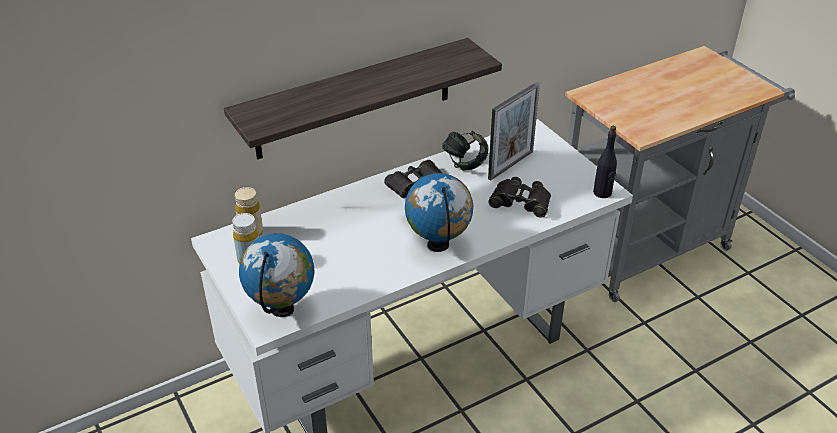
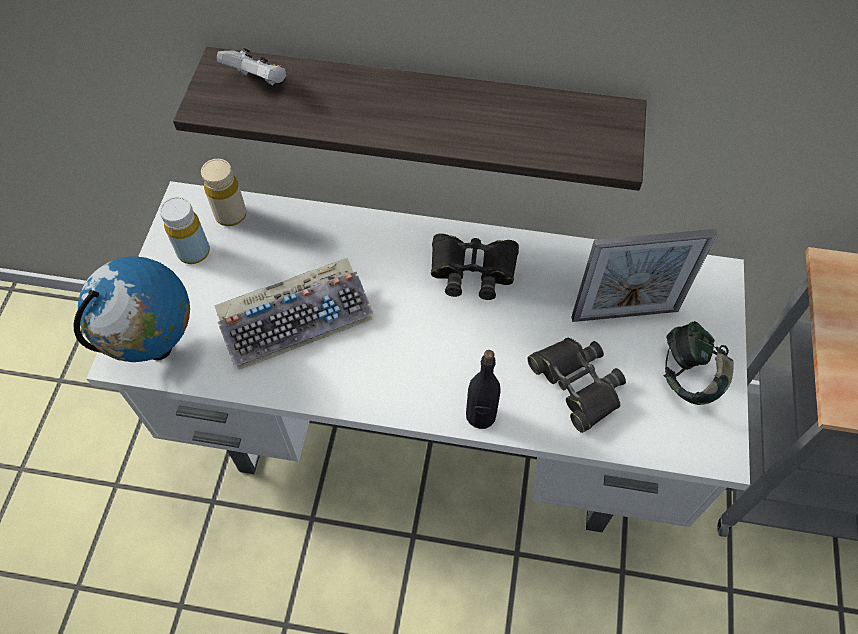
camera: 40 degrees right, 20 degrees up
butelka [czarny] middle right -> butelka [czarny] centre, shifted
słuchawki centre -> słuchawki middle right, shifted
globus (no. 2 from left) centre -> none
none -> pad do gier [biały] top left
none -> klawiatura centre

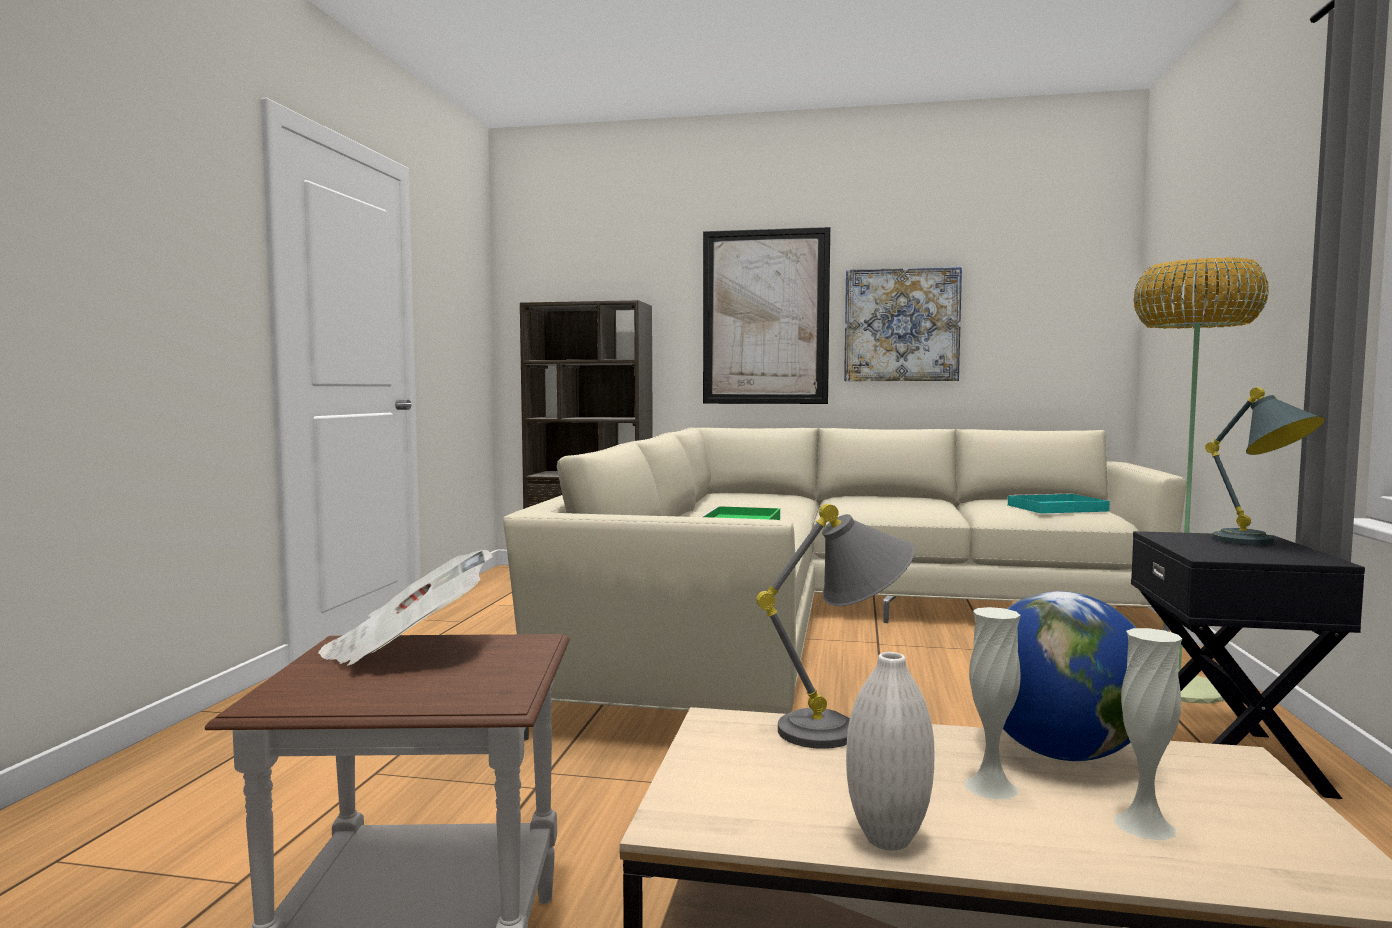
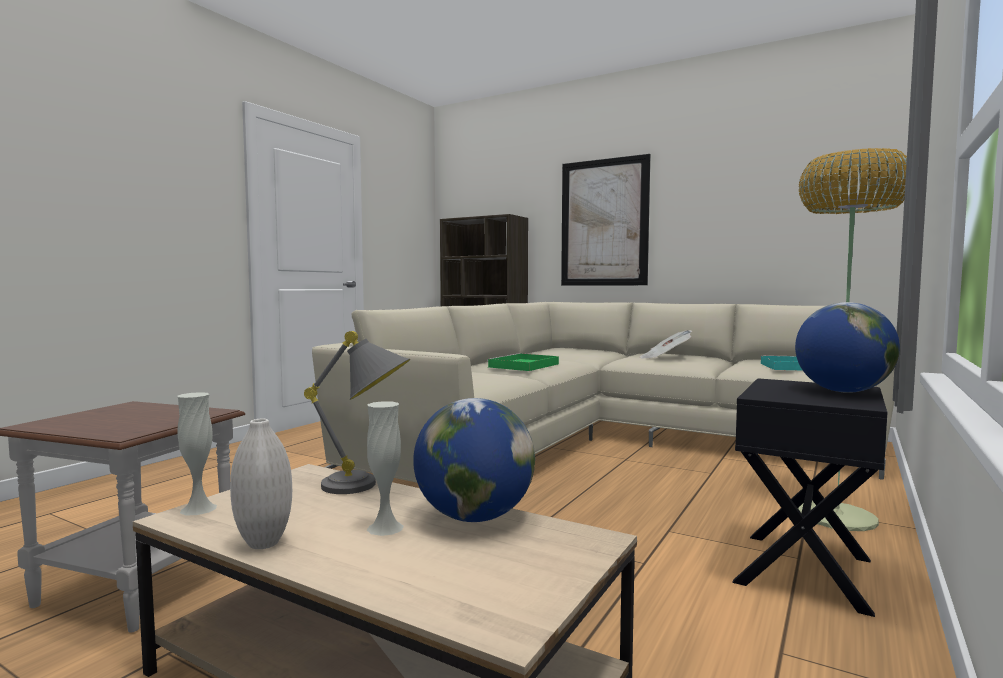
camera: 20 degrees right, 0 degrees up
obraz (no. 2 from left) centre -> none
lampa stołowa [szary] (no. 2 from left) middle right -> globus (no. 2 from left) middle right
gazeta middle left -> gazeta centre, shifted
wazon [biały] (no. 3 from left in the first image) bottom right -> wazon [biały] (no. 1 from left) bottom left, shifted

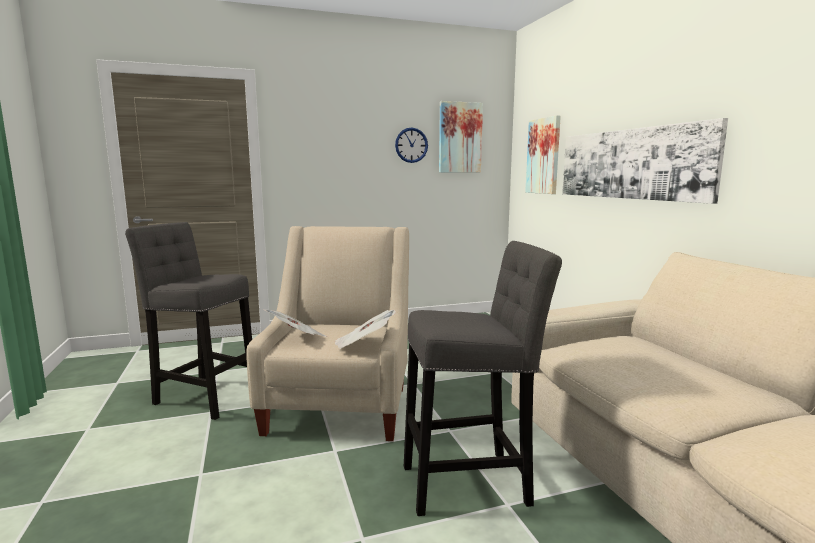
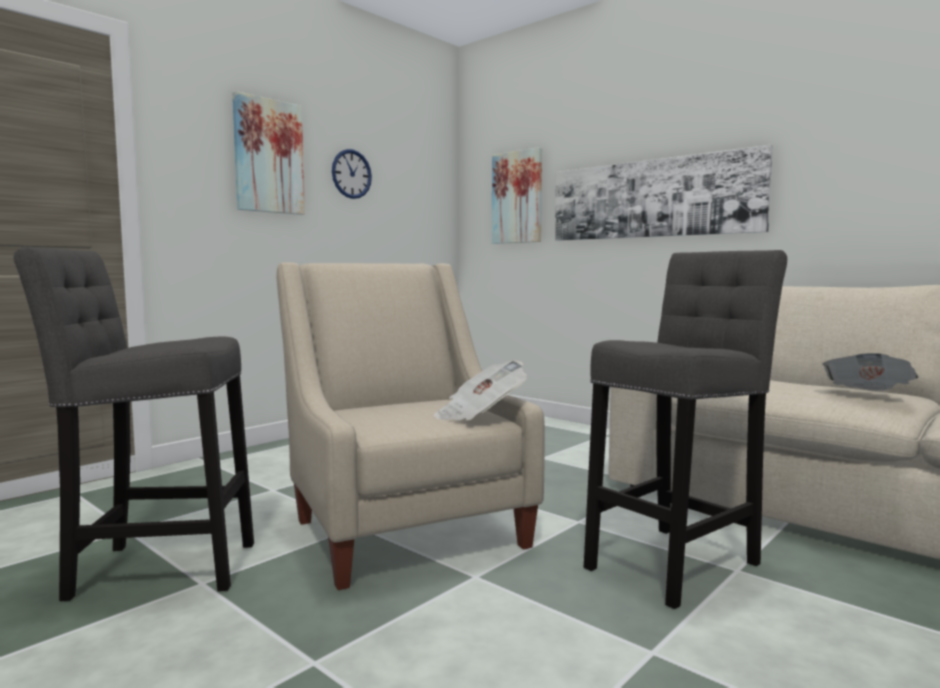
camera: 30 degrees left, 5 degrees down
obraz (no. 1 from left) top centre -> obraz (no. 1 from left) top left, shifted
gazeta (no. 1 from left in the first image) centre -> gazeta (no. 2 from left) middle right, shifted

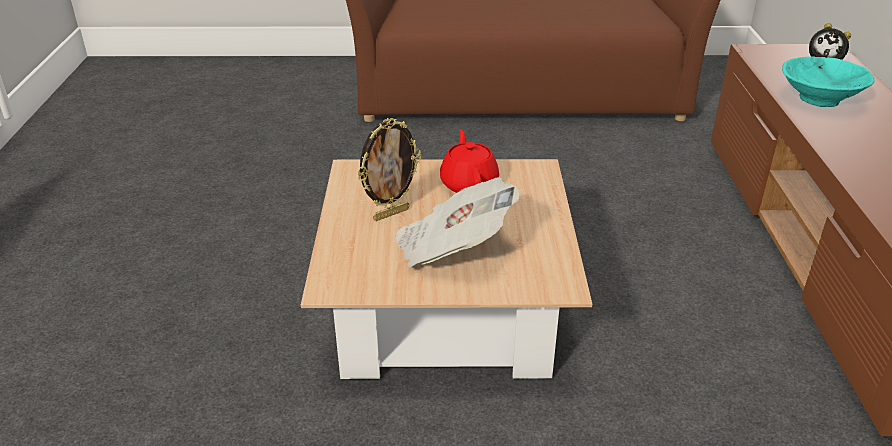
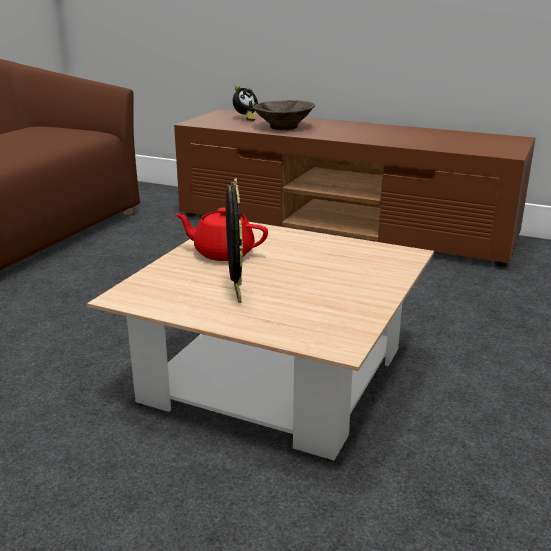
camera: 65 degrees left, 10 degrees down
miska [turkusowy] top right -> miska [brązowy] top centre
gazeta centre -> none

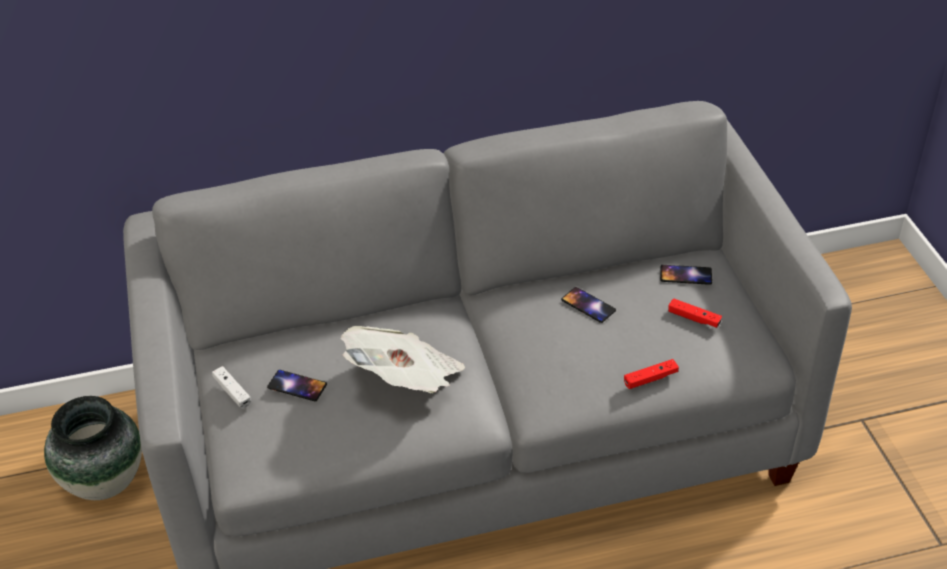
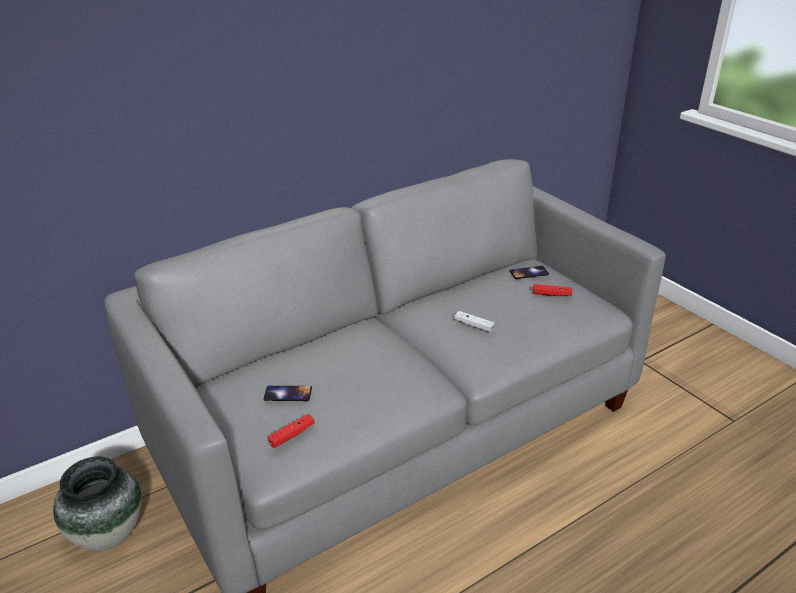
camera: 20 degrees left, 10 degrees down
telefon (no. 2 from left) centre -> none
gazeta centre -> none
pad do gier [czerwony] (no. 1 from left) middle right -> pad do gier [czerwony] (no. 1 from left) bottom centre, shifted
pad do gier [biały] bottom left -> pad do gier [biały] centre, shifted

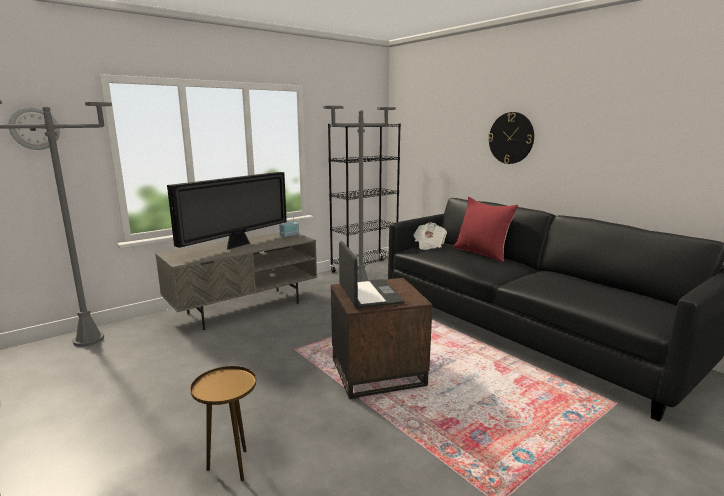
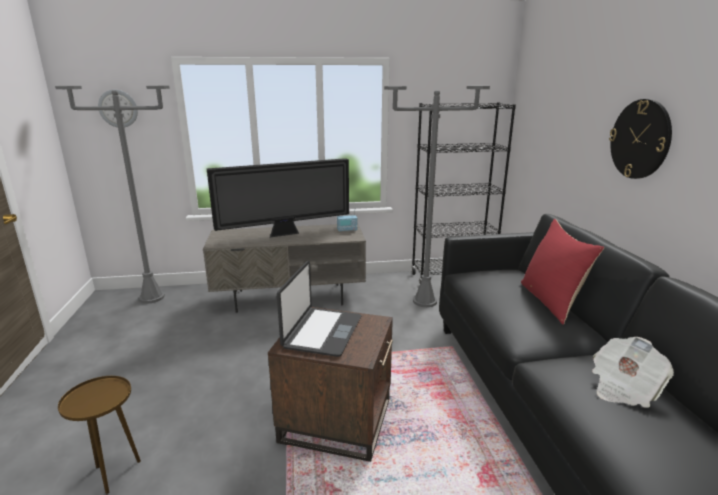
camera: 30 degrees right, 5 degrees up
gazeta centre -> gazeta bottom right, shifted

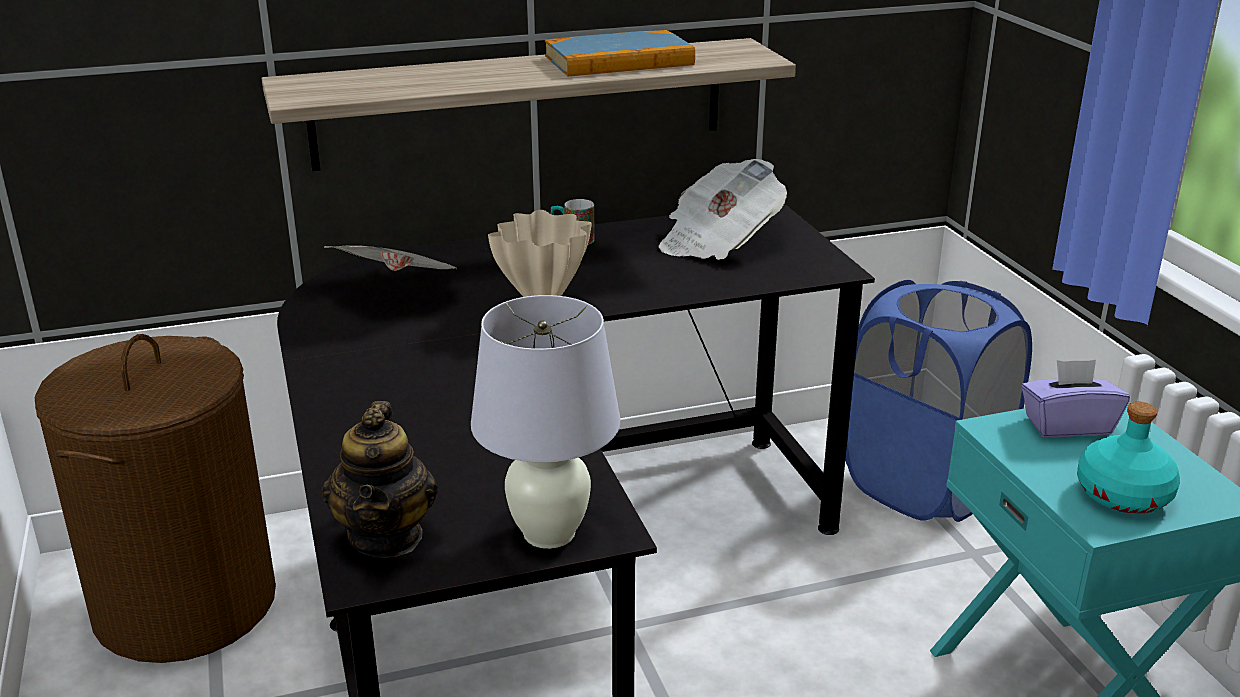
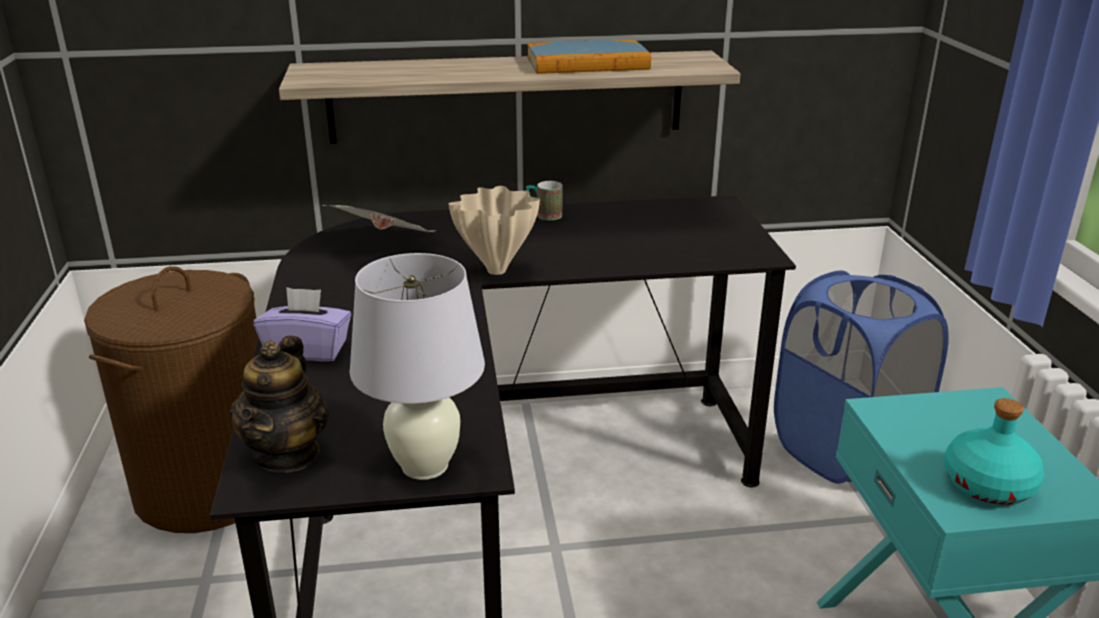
camera: 10 degrees right, 0 degrees up
gazeta (no. 2 from left) top centre -> none
pudełko chusteczek [fioletowy] middle right -> pudełko chusteczek [fioletowy] middle left, shifted

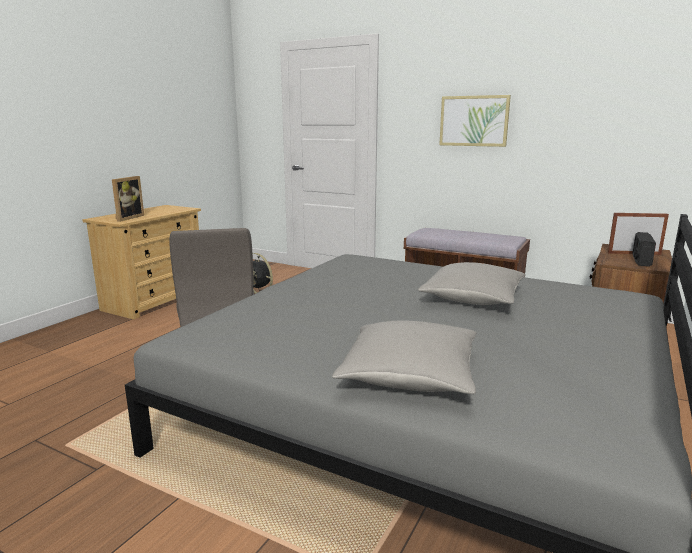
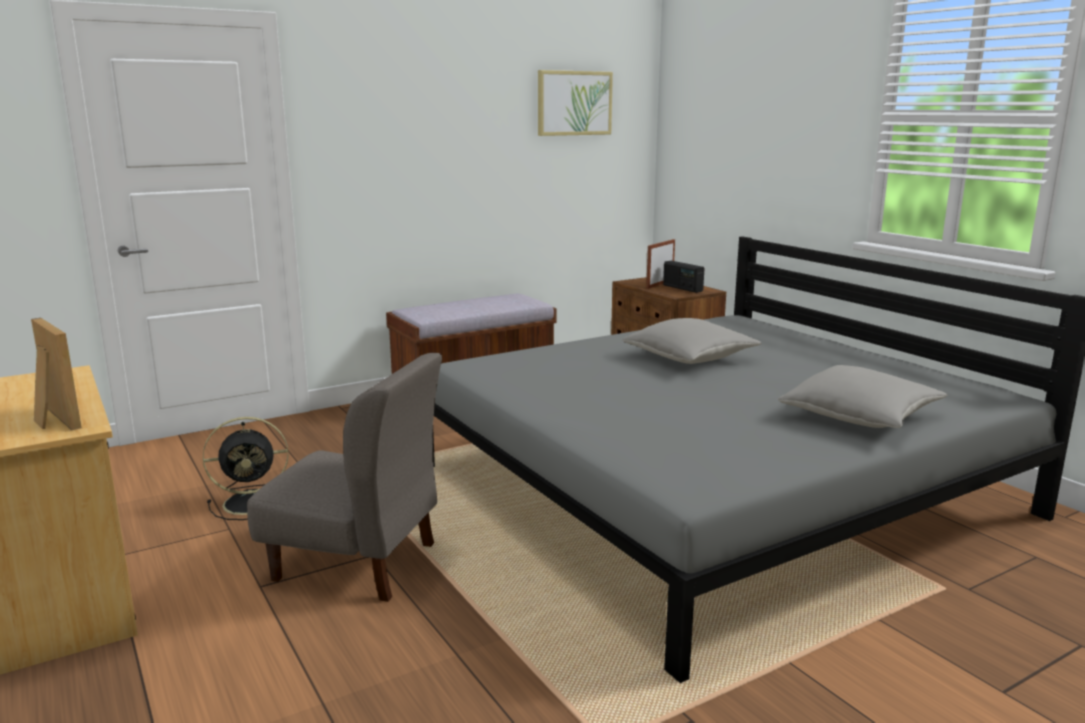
camera: 60 degrees left, 0 degrees up
obraz top right -> obraz top centre, shifted

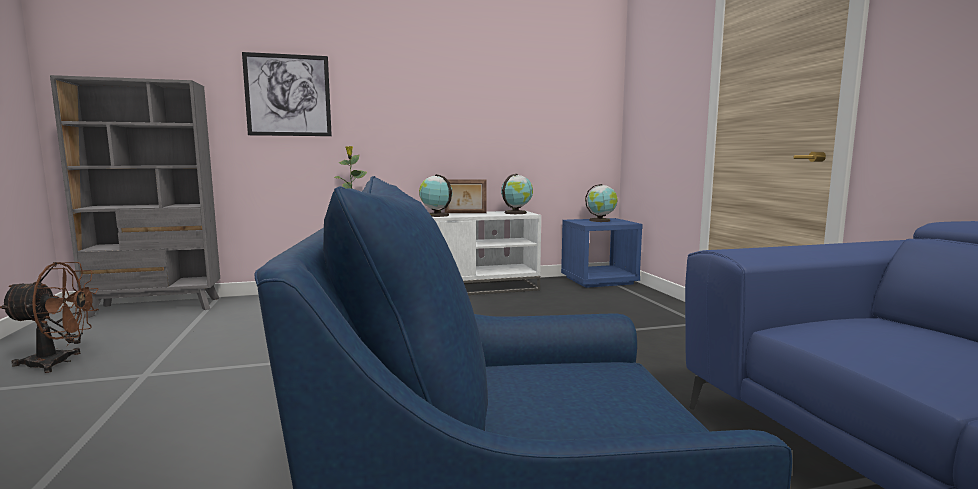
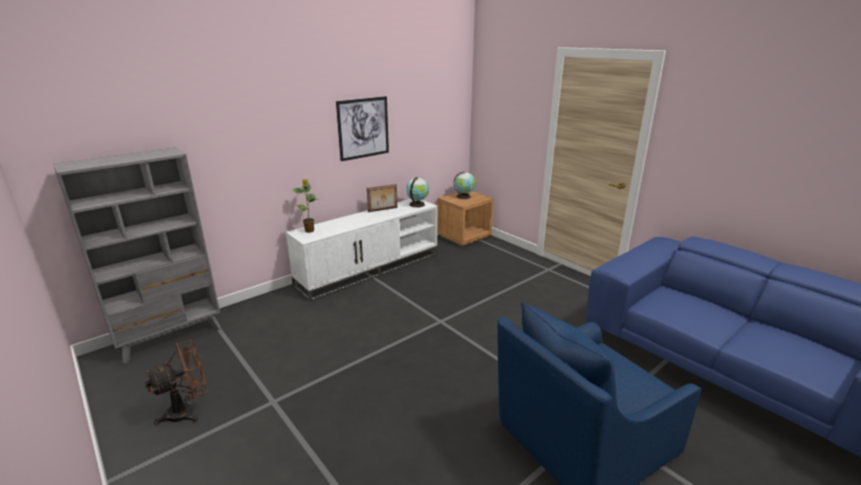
camera: 25 degrees left, 15 degrees up
obraz top left -> obraz top centre, shifted
globus (no. 1 from left) centre -> none
szafka nocna [niebieski] centre -> szafka nocna [brązowy] centre

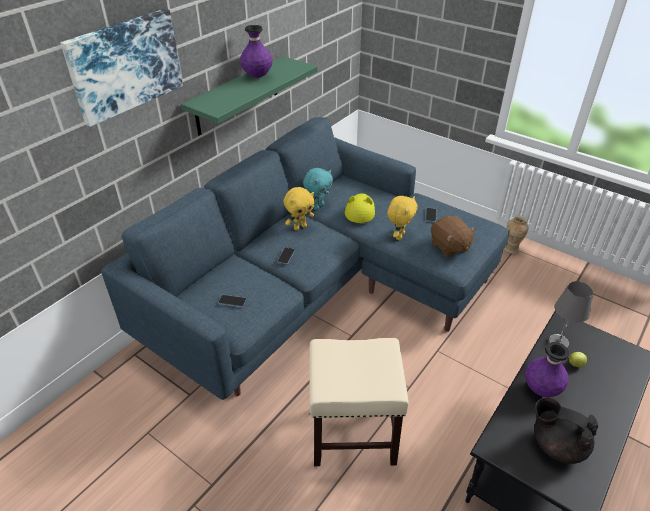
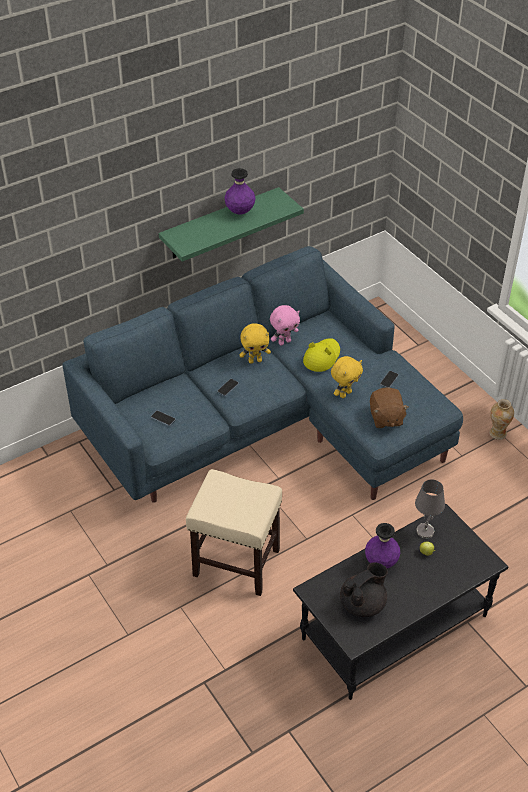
camera: 20 degrees right, 5 degrees up
obraz top left -> none
pluszak [turkusowy] centre -> pluszak [różowy] centre
imbryk [czarny] bottom right, 90 degrees clockwise

